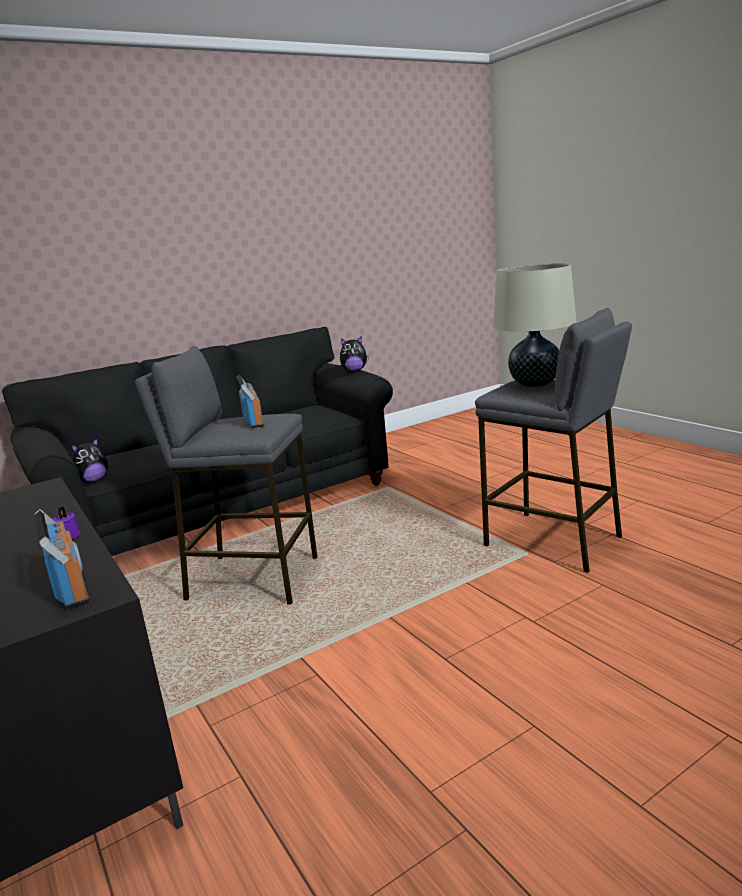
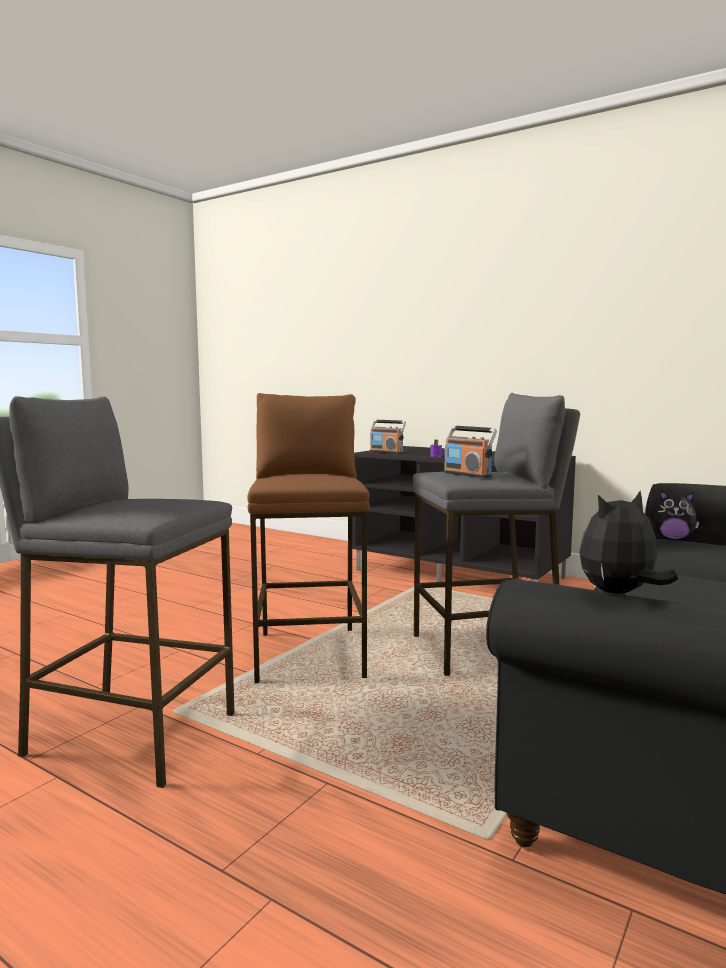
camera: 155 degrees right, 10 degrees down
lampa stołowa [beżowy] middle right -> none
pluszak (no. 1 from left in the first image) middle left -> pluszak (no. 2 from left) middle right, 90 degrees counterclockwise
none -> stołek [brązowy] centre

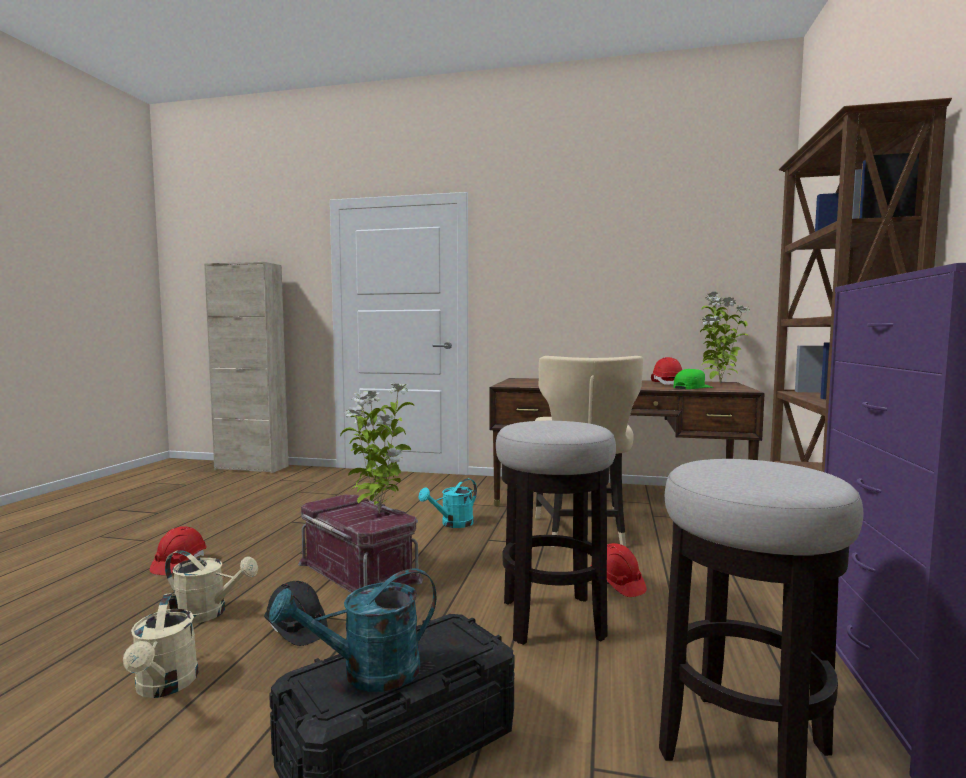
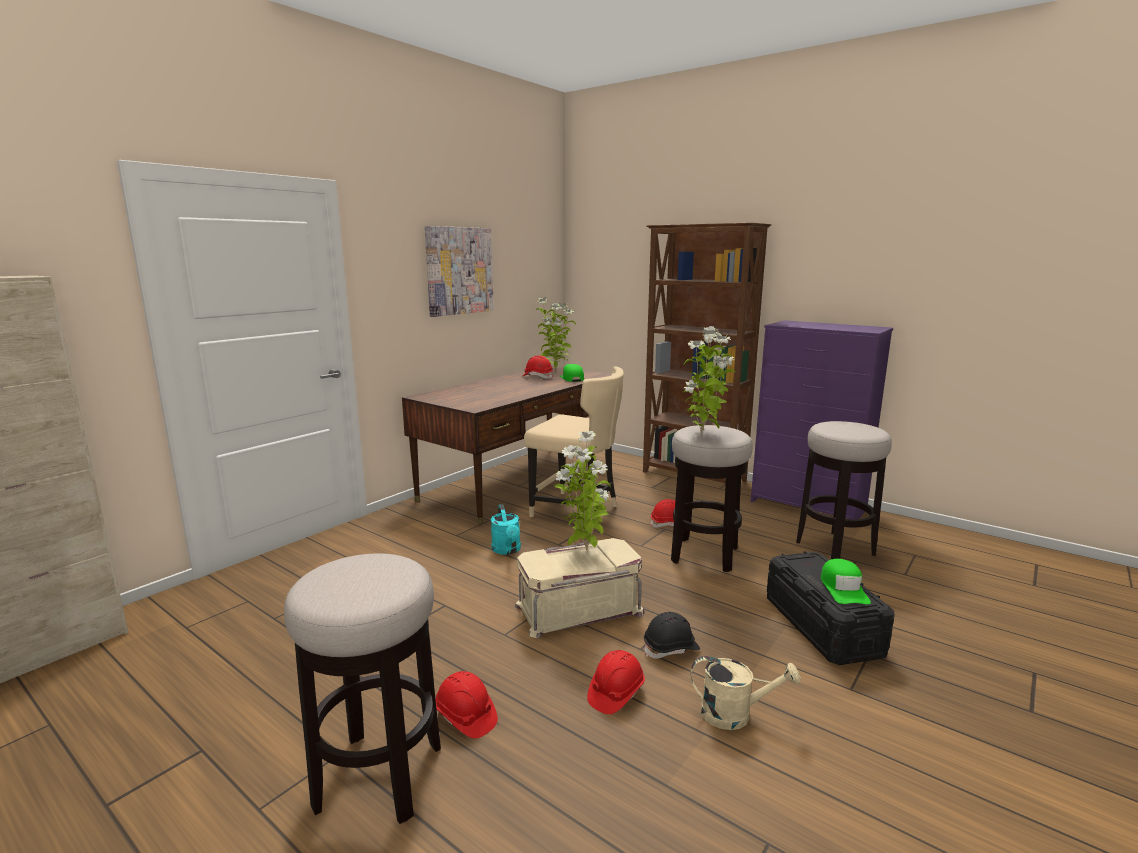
camera: 65 degrees left, 10 degrees up
pojemnik do przechowywania [czerwony] bottom centre -> pojemnik do przechowywania [beżowy] bottom centre
konewka [beżowy] (no. 2 from left) bottom left -> kask [czerwony] (no. 3 from left) bottom centre
konewka [turkusowy] (no. 1 from left) bottom centre -> czapka z daszkiem [zielony] (no. 2 from left) bottom right
none -> obraz top centre
none -> roślina doniczkowa (no. 3 from left) centre
none -> stołek (no. 1 from left) bottom left

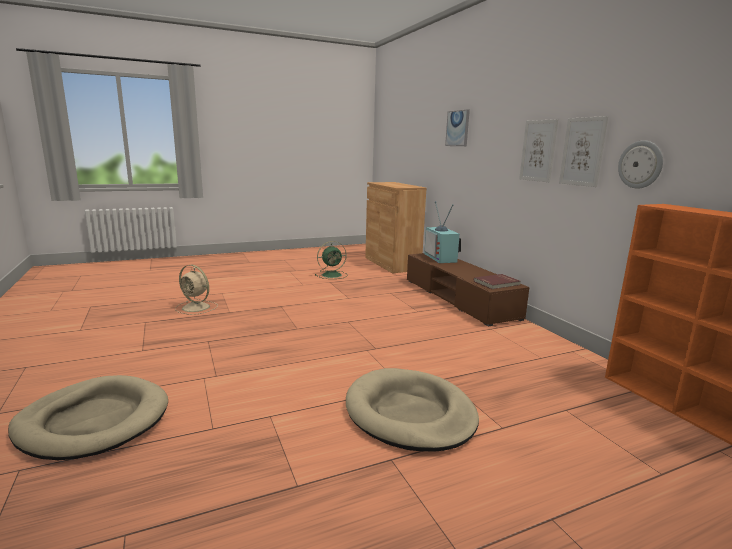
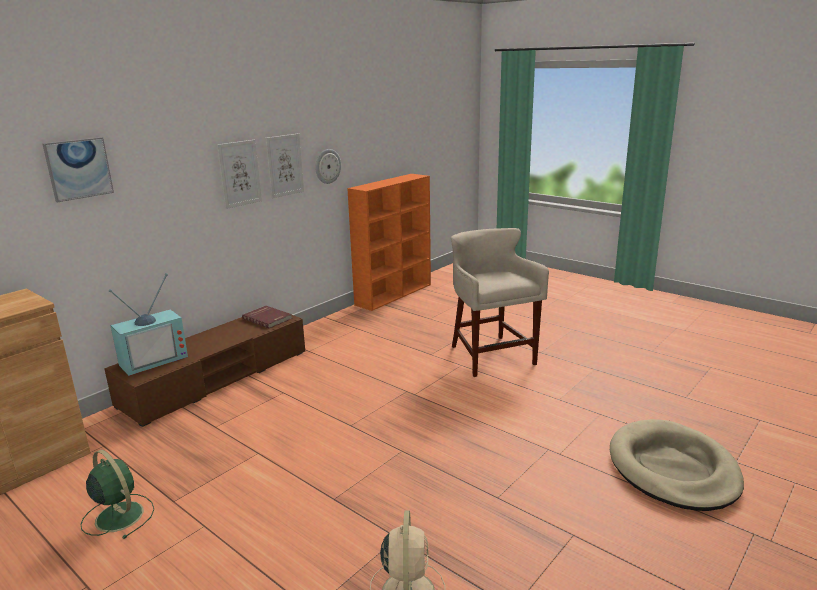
camera: 115 degrees left, 5 degrees up
legowisko [beżowy] (no. 2 from left) bottom centre -> stołek [beżowy] centre

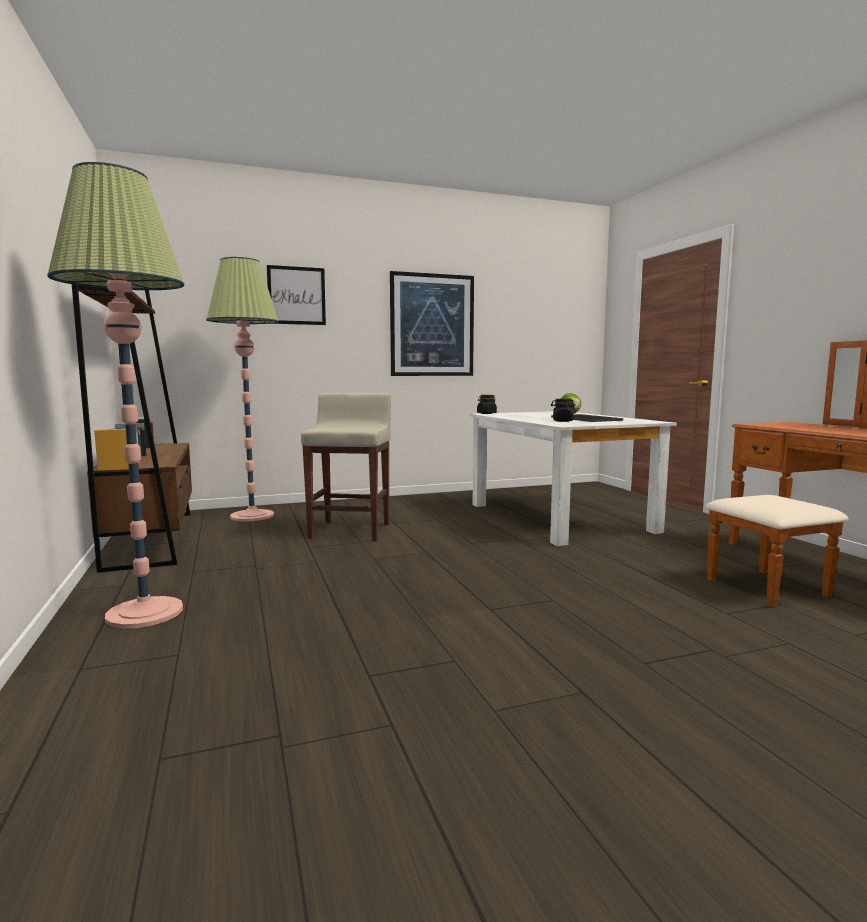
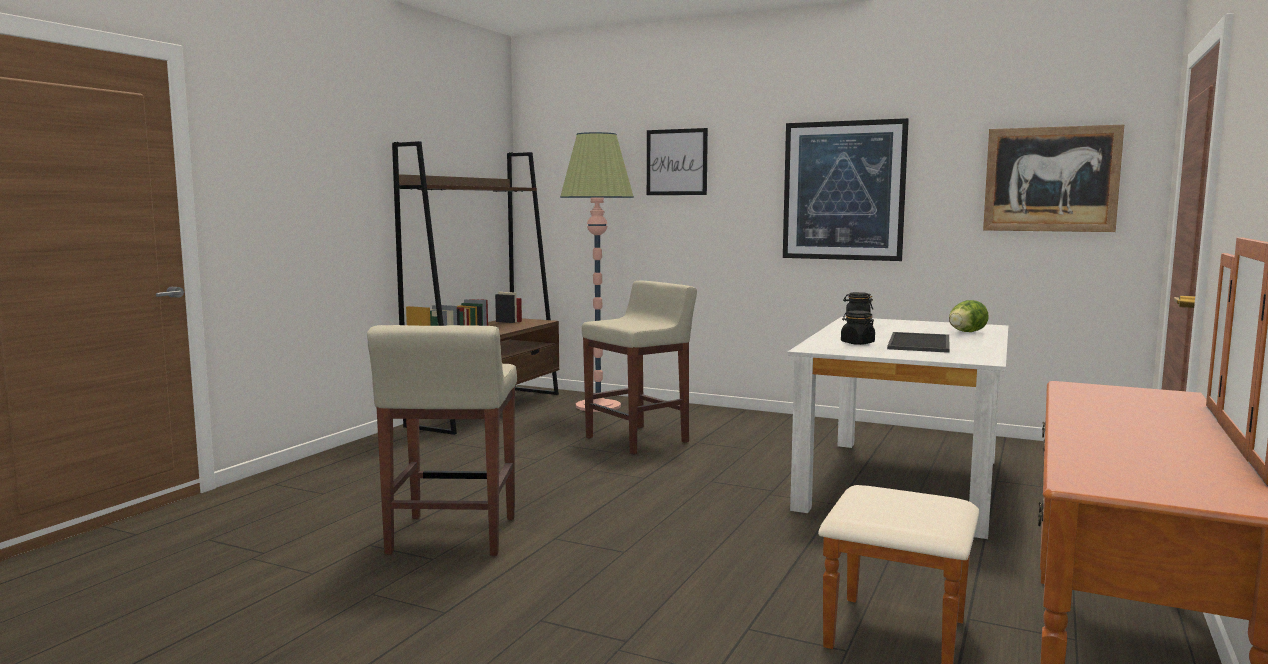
camera: 45 degrees right, 0 degrees up
lampa stojąca (no. 1 from left) middle left -> none
none -> obraz (no. 3 from left) top right
none -> stołek [beżowy] (no. 1 from left) centre

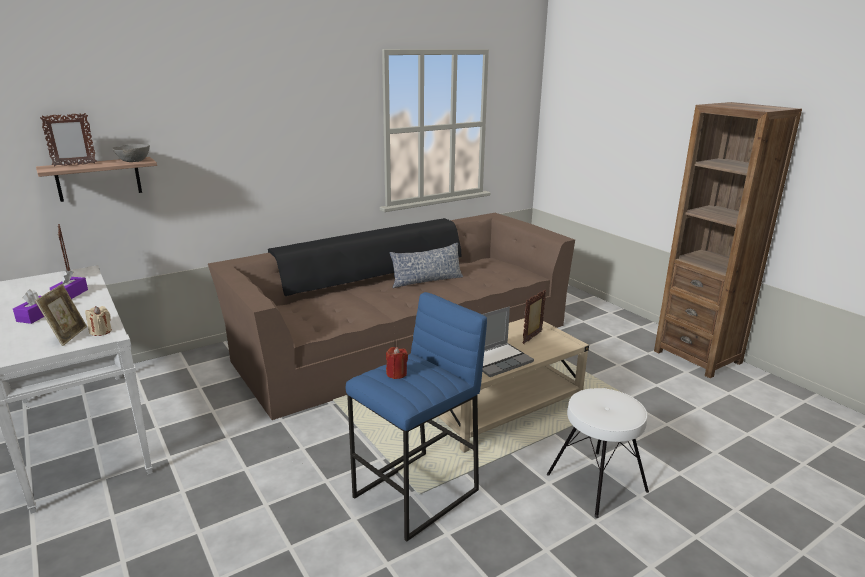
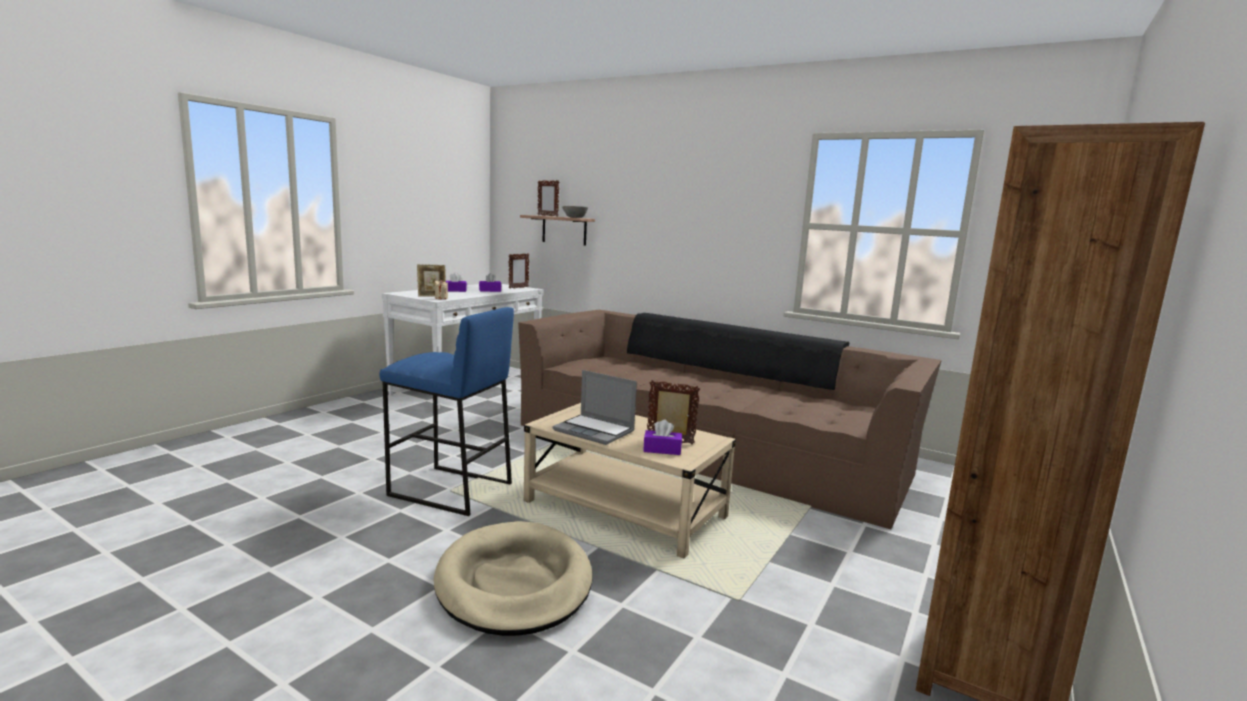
camera: 65 degrees right, 10 degrees down
poduszka centre -> none
świeca [czerwony] centre -> none
stołek [biały] bottom right -> legowisko [beżowy] bottom centre
none -> pudełko chusteczek [fioletowy] (no. 3 from left) centre

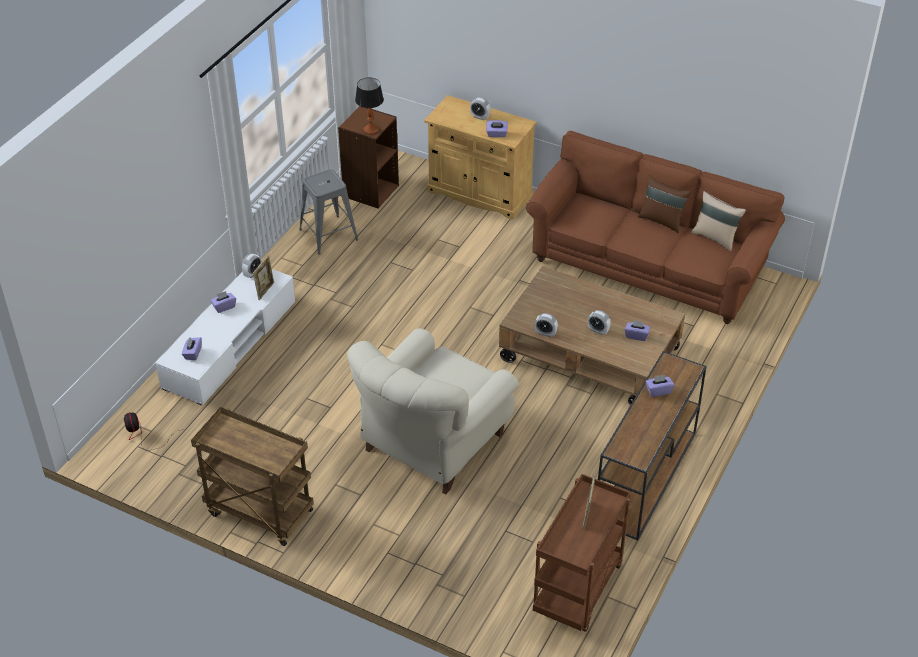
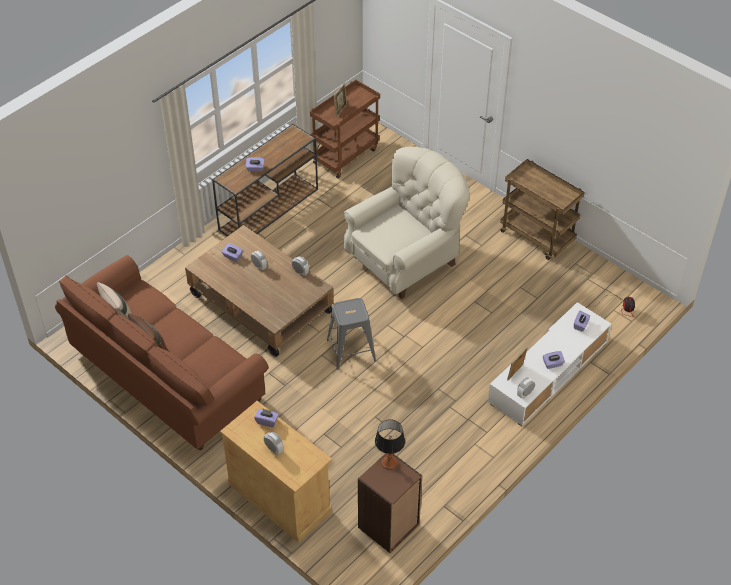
camera: 165 degrees left, 5 degrees up
stołek [szary] top centre -> stołek [szary] centre, shifted

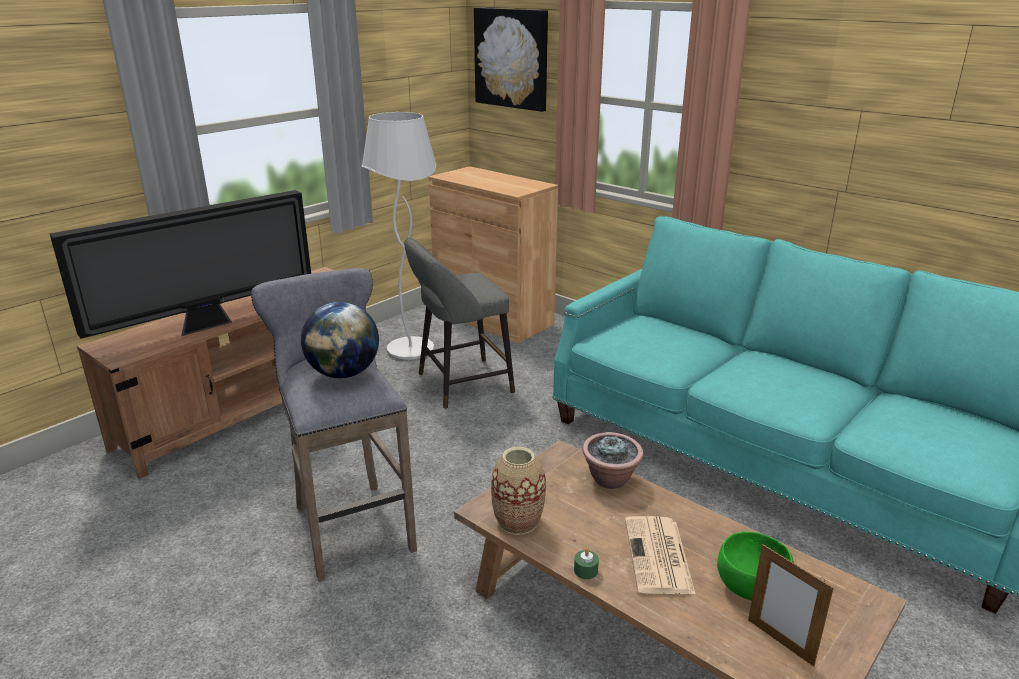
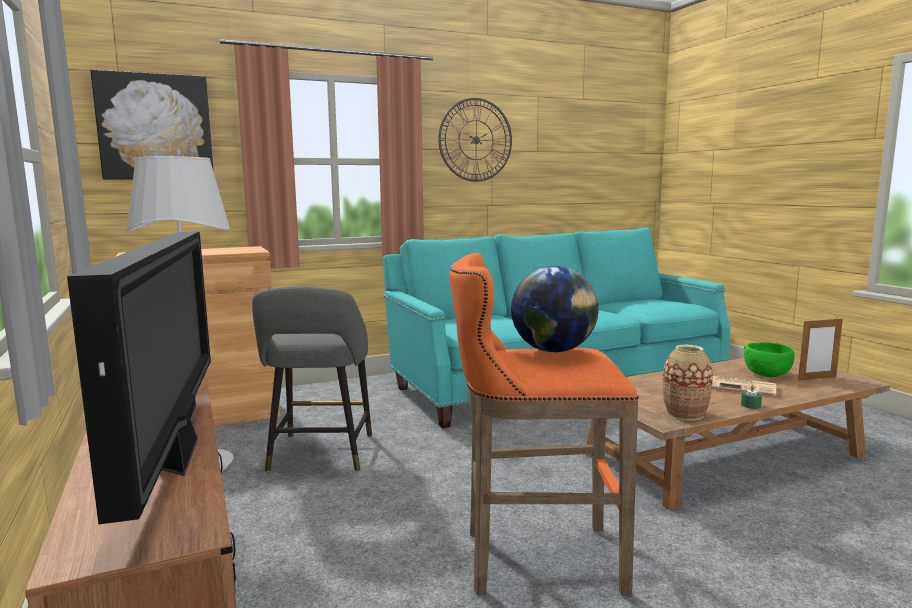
camera: 65 degrees left, 15 degrees down
stołek [szary] (no. 1 from left) middle left -> stołek [pomarańczowy] bottom centre
roślina doniczkowa bottom centre -> none
none -> zegar ścienny top centre

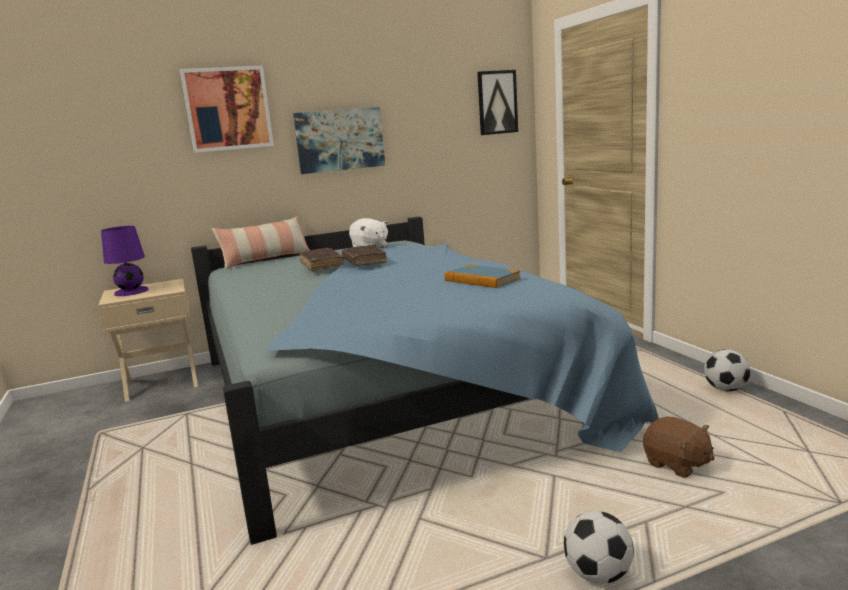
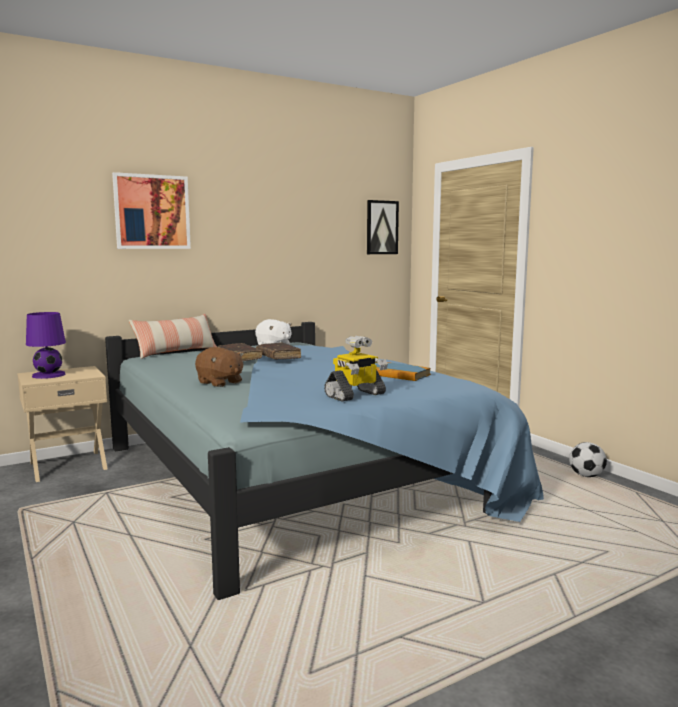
camera: 10 degrees left, 5 degrees down
obraz (no. 2 from left) top centre -> none
pluszak [brązowy] bottom right -> pluszak [brązowy] middle left, shifted
piłka futbolowa (no. 1 from left) bottom right -> none
none -> robot zabawkowy centre

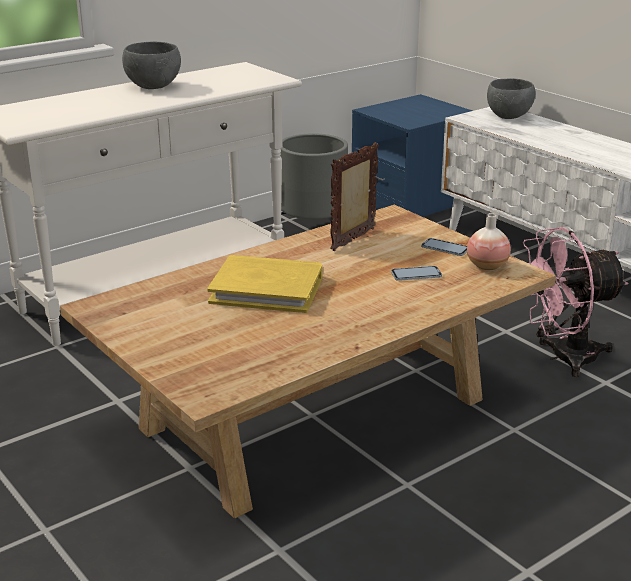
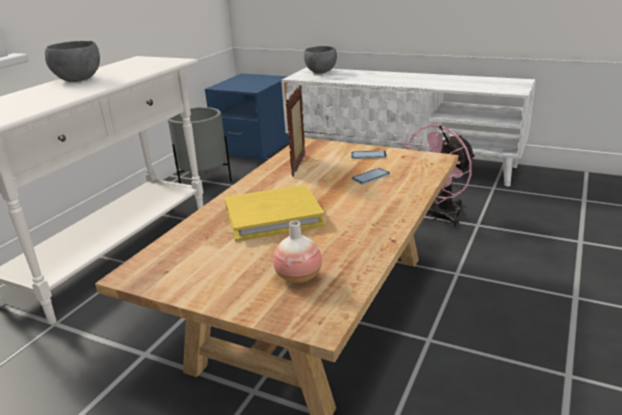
camera: 25 degrees left, 0 degrees up
wazon middle right -> wazon centre, shifted

